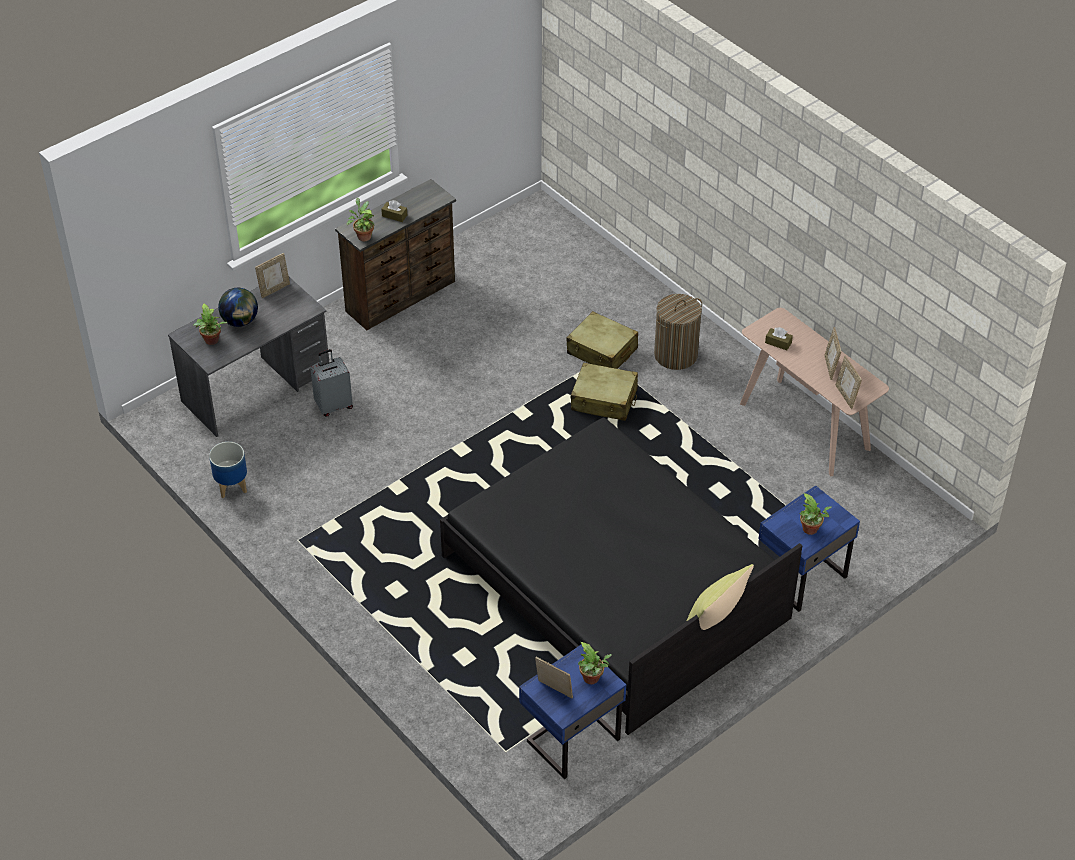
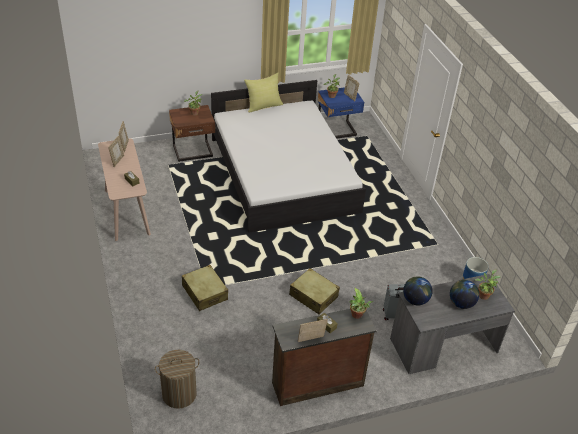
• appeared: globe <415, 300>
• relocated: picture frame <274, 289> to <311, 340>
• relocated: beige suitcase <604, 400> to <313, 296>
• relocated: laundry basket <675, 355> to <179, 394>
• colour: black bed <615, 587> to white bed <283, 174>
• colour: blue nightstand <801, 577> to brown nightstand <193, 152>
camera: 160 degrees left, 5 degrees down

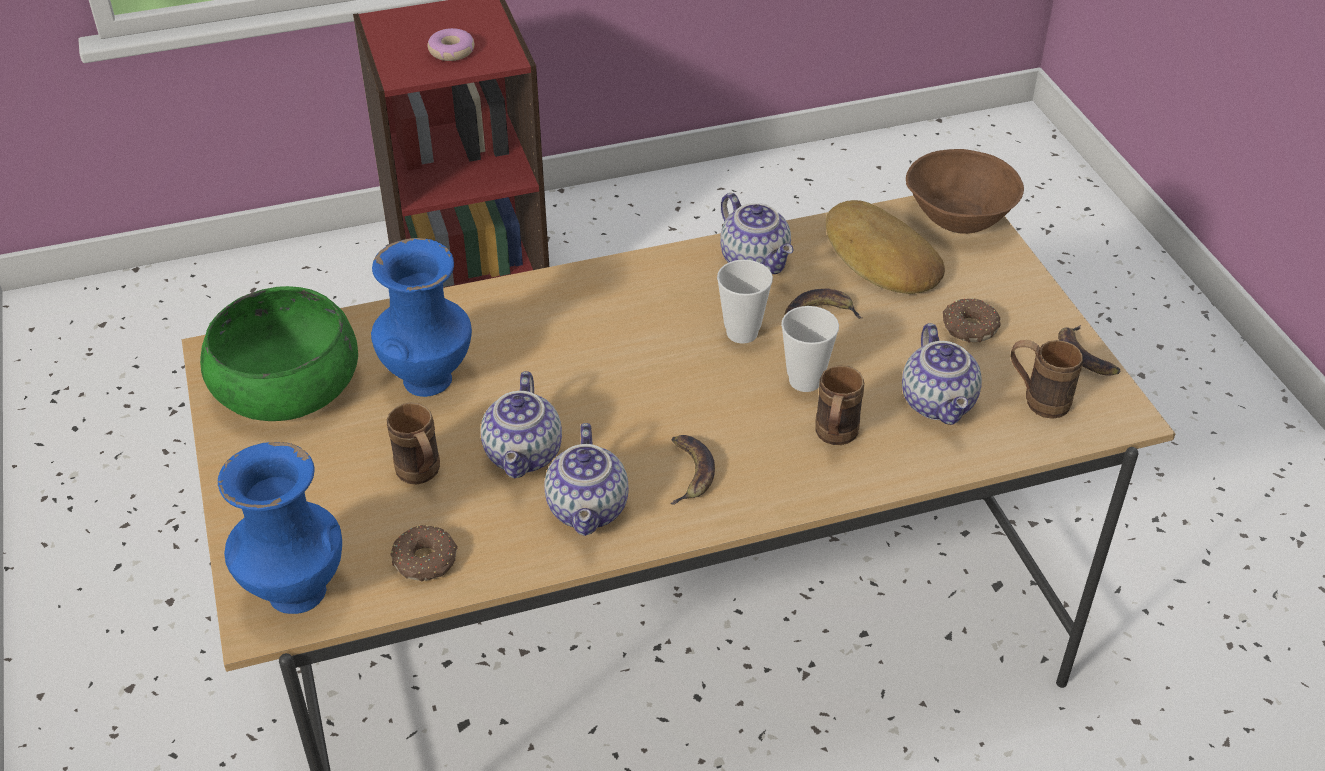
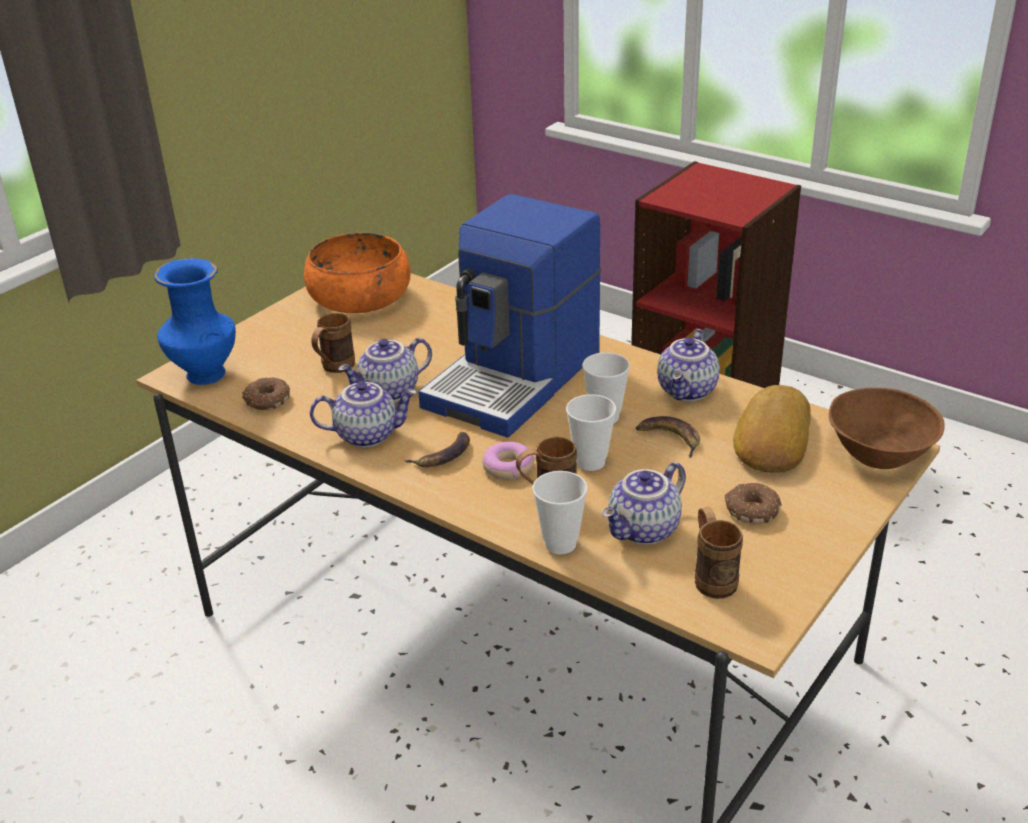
• missing: blue vase <428, 378>
• missing: banana <1085, 356>
• appeared: coffee machine <516, 379>
• appeared: cup <560, 544>
• relocated: donut <451, 51> to <508, 467>
• colour: green bowl <286, 384> to orange bowl <359, 298>
• spun: teapot <589, 509> = <367, 434> 150 degrees counterclockwise
camera: 55 degrees right, 10 degrees down

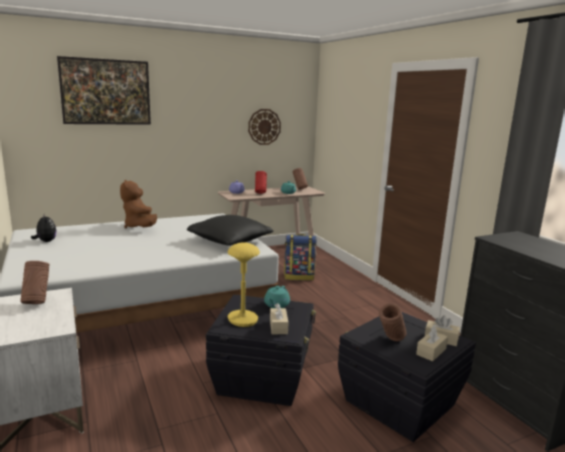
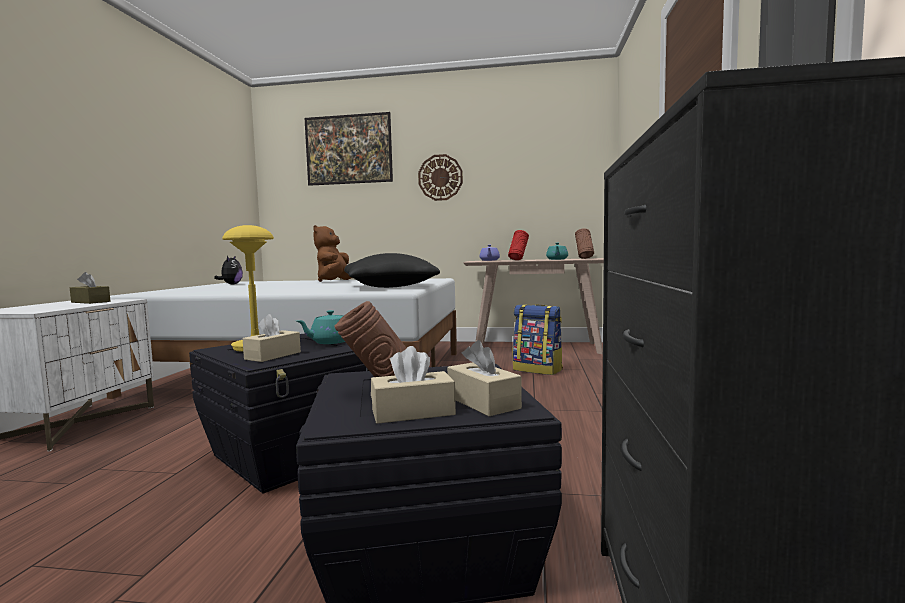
• relocated: wall clock <264, 127> to <440, 177>
• exchanged: brown vase <37, 302> to brown tissue box <90, 302>
camera: 35 degrees right, 10 degrees down

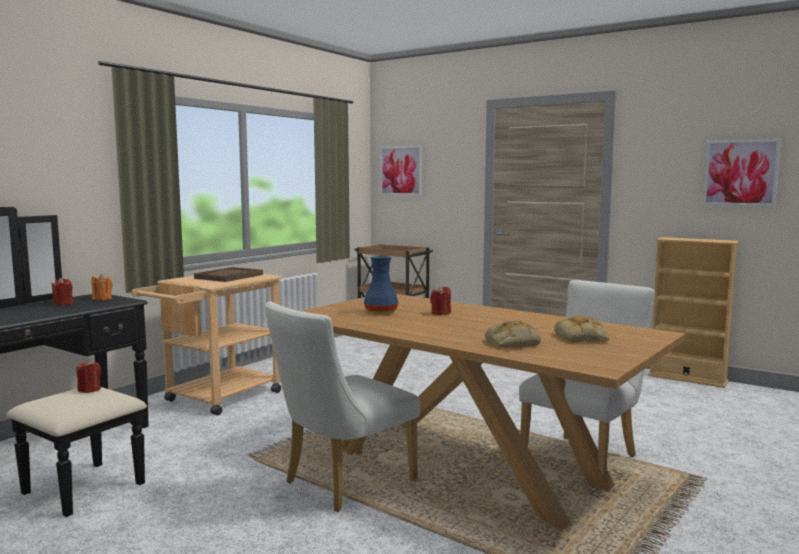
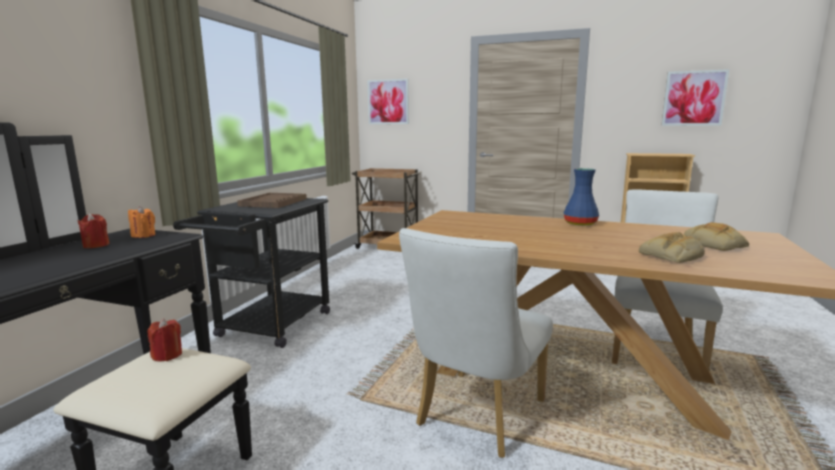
• missing: red candle <440, 313>
• relocated: blue vase <380, 312> to <579, 223>
• colour: beige cart <216, 399> to black cart <269, 328>
camera: 15 degrees left, 5 degrees up

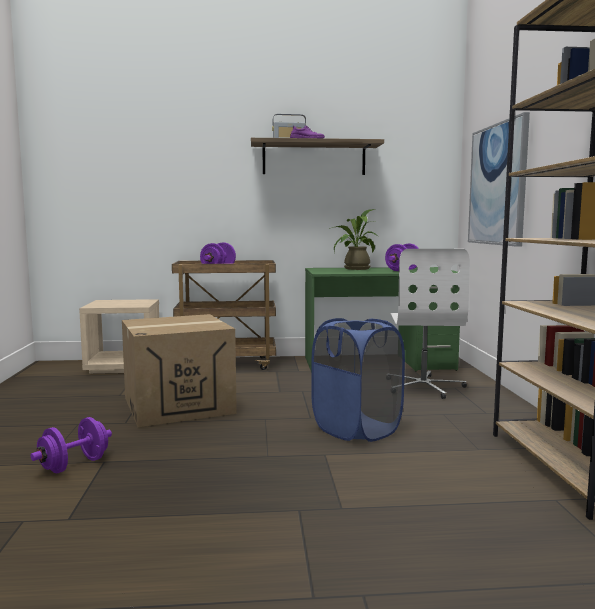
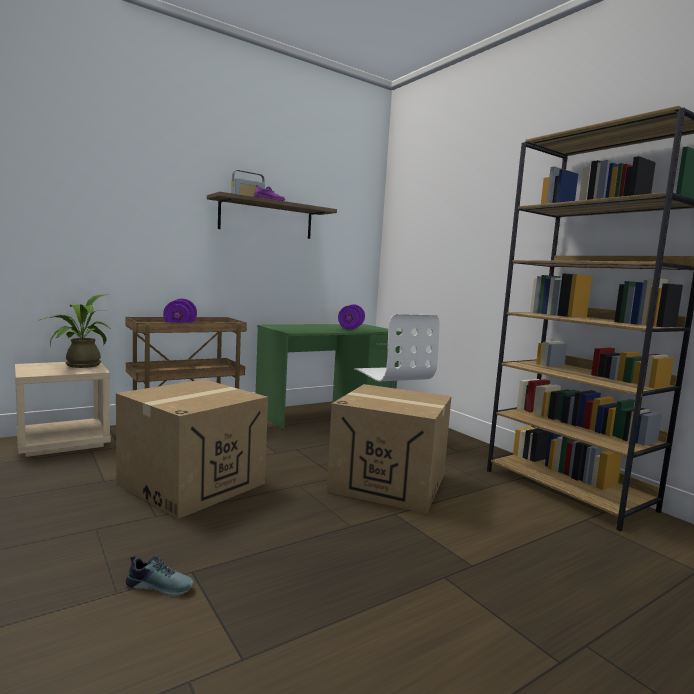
• missing: picture <497, 184>
• relocated: potted plant <353, 269> to <78, 365>
• exchanged: purple dumbbell <74, 465> to shoe <161, 585>
• exchanged: blue laundry basket <356, 429> to cardboard box <389, 483>
camera: 30 degrees left, 0 degrees up

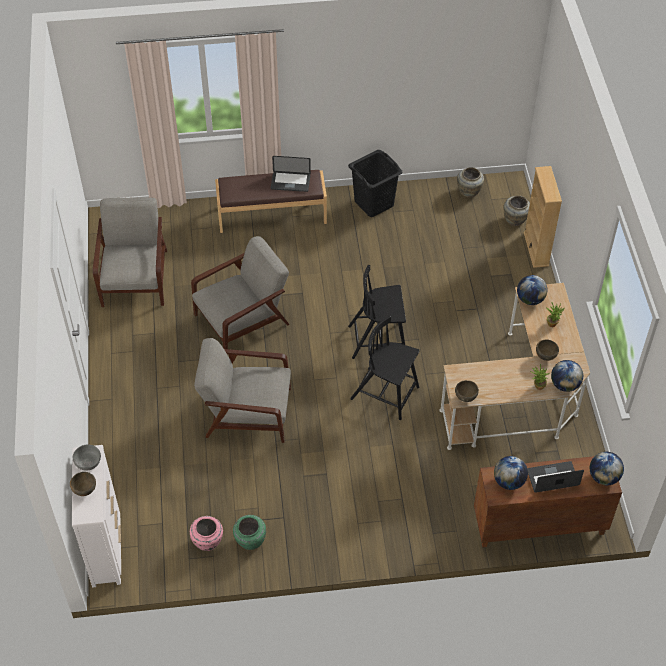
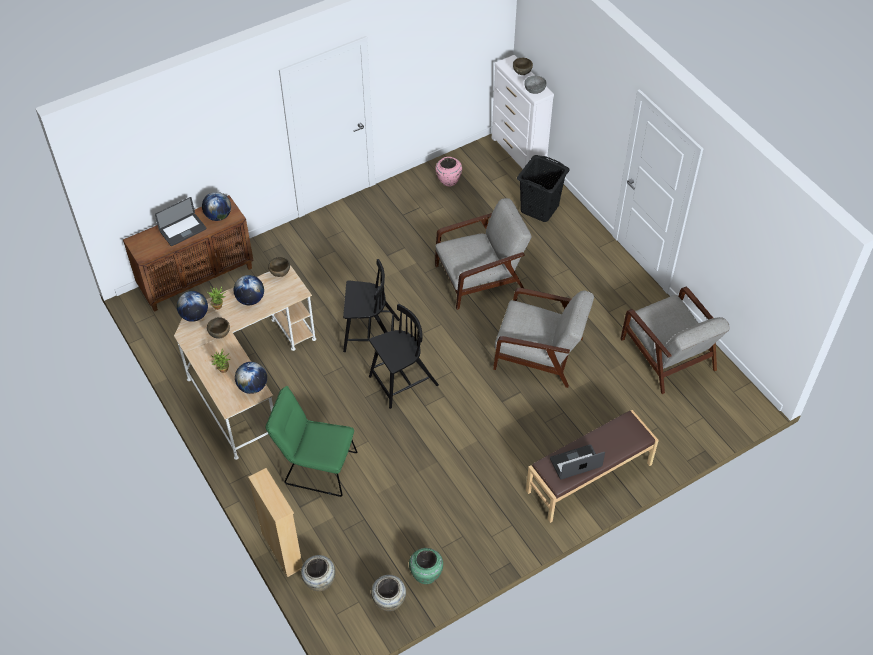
• appeared: green chair <316, 467>
• relocated: green vase <250, 541> to <426, 574>
• relocated: black laundry basket <374, 203> to <539, 208>
• relocated: globe <603, 477> to <250, 299>
• spun: grey armchair <243, 319> = <540, 354> 105 degrees counterclockwise
camera: 155 degrees right, 0 degrees up

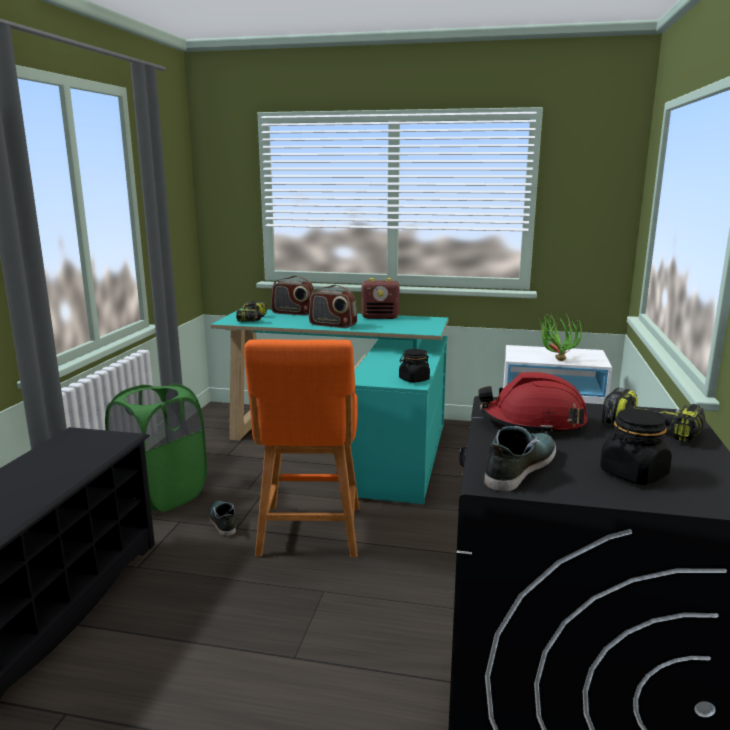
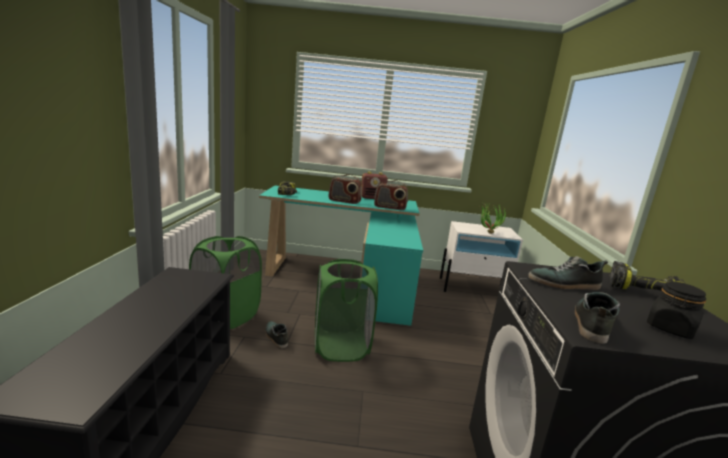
• missing: black jar <414, 379>
• relocated: radio <293, 313> to <390, 207>
• exchanged: orange stool <309, 534> to green laundry basket <340, 347>
• exchanged: red hard hat <532, 422> to shoe <564, 284>
camera: 10 degrees left, 0 degrees up

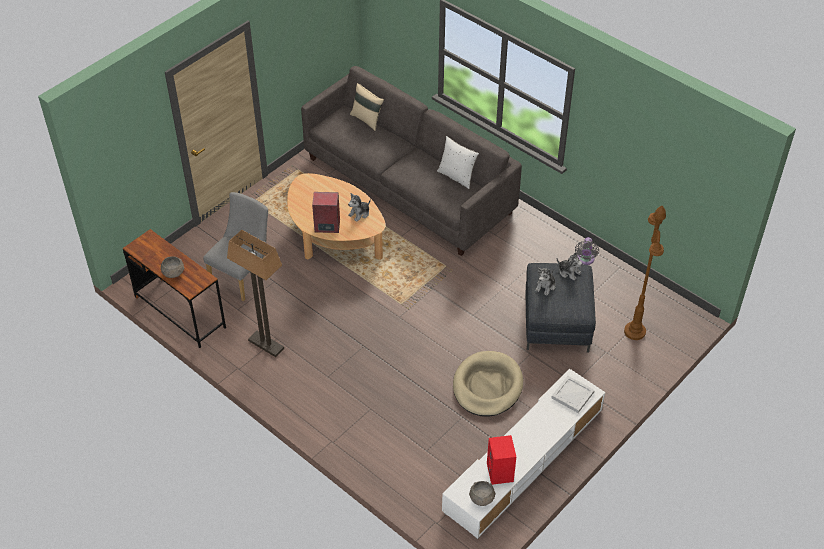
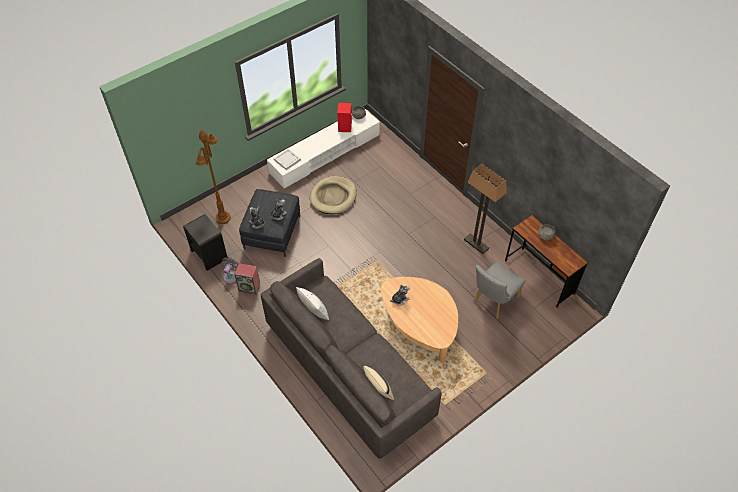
• appeared: black nightstand <209, 254>
• relocated: speaker <326, 226> to <249, 286>
camera: 170 degrees left, 5 degrees up

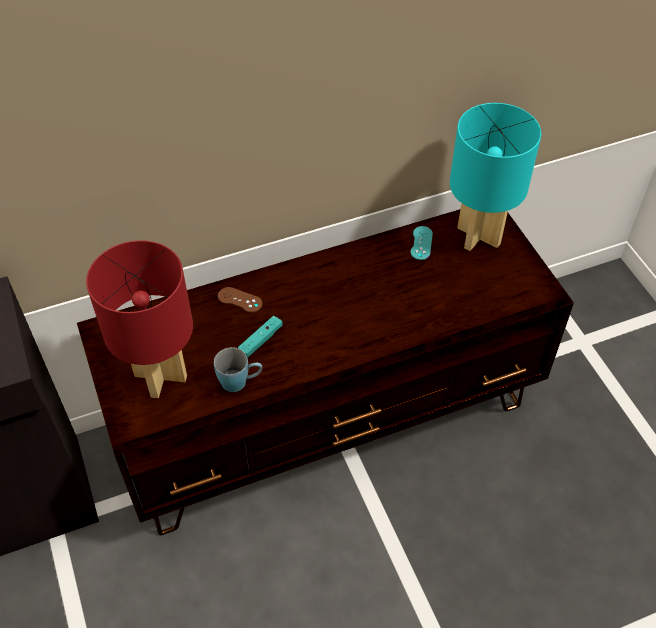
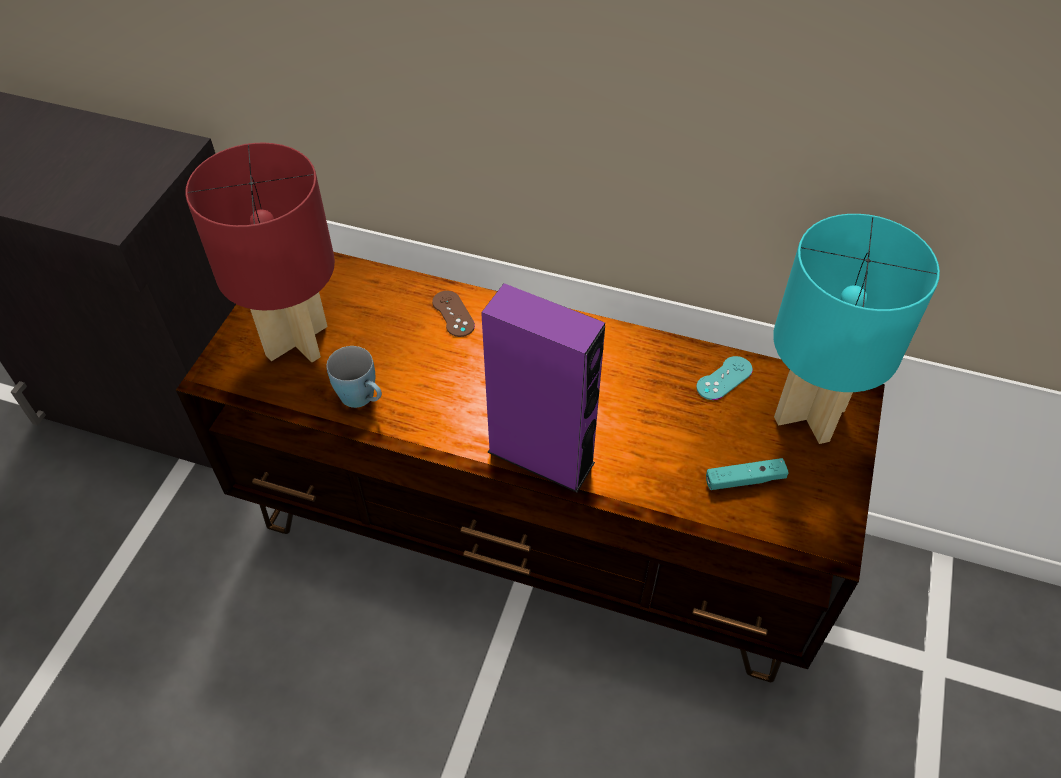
• appeared: purple speaker <541, 457>
• relocated: turquoise game controller <260, 340> to <744, 480>
camera: 40 degrees right, 0 degrees up

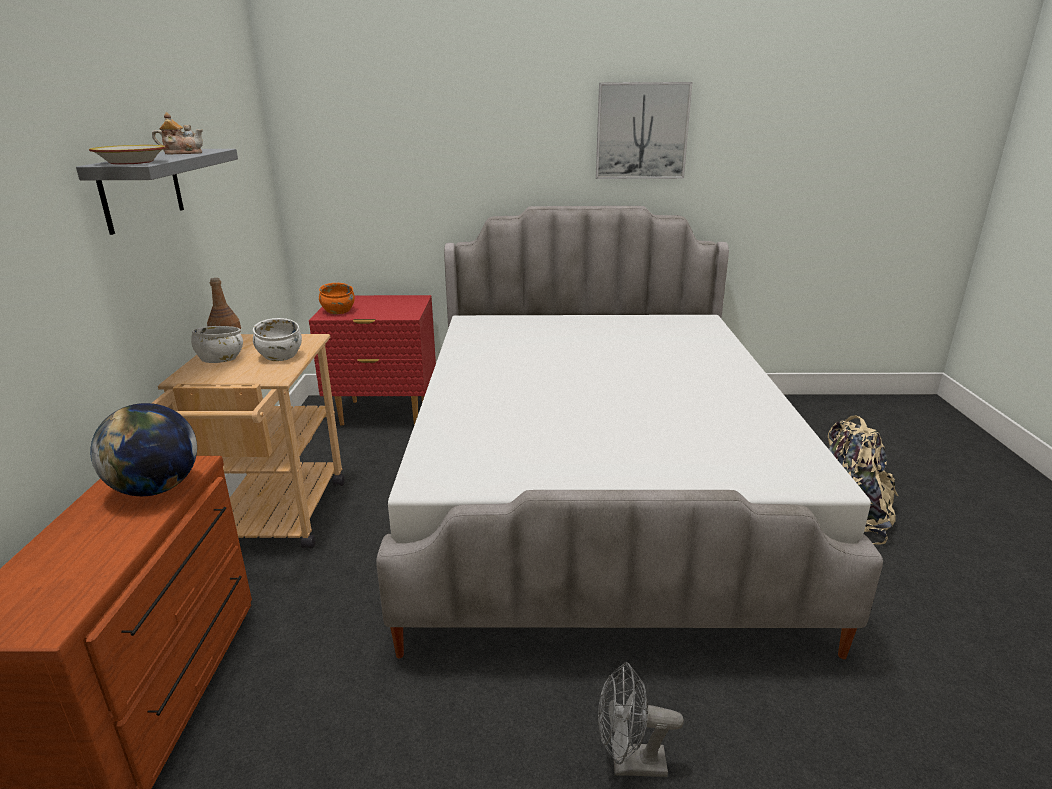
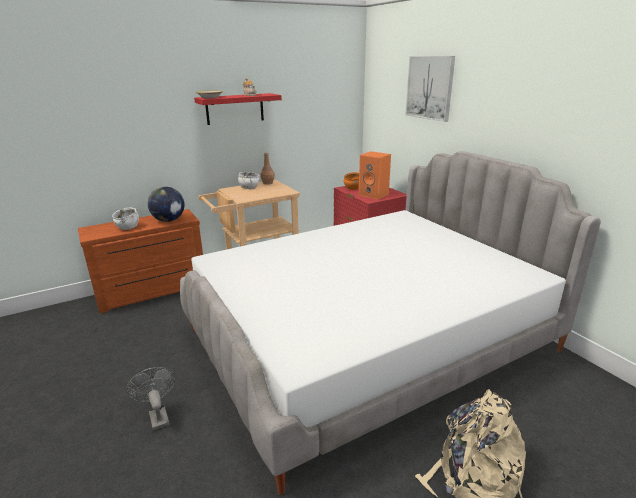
• appeared: orange speaker <374, 194>
• relocated: white bowl <280, 356> to <128, 227>
• relocated: picture <642, 131> to <430, 87>
• colour: grey shelf <142, 189> to red shelf <235, 109>
camera: 60 degrees right, 0 degrees up

